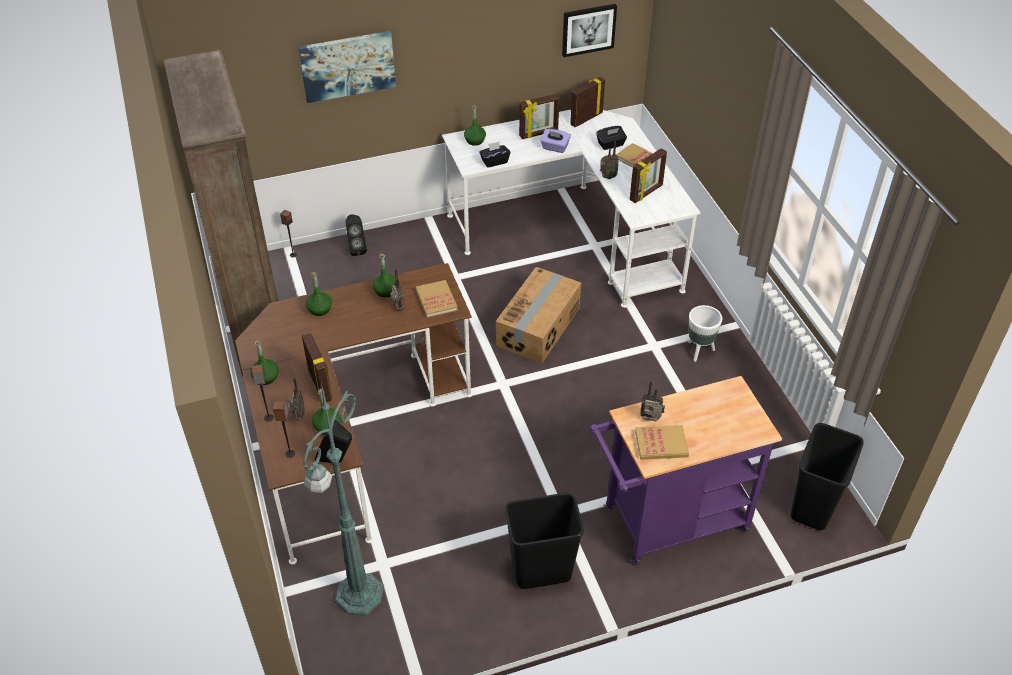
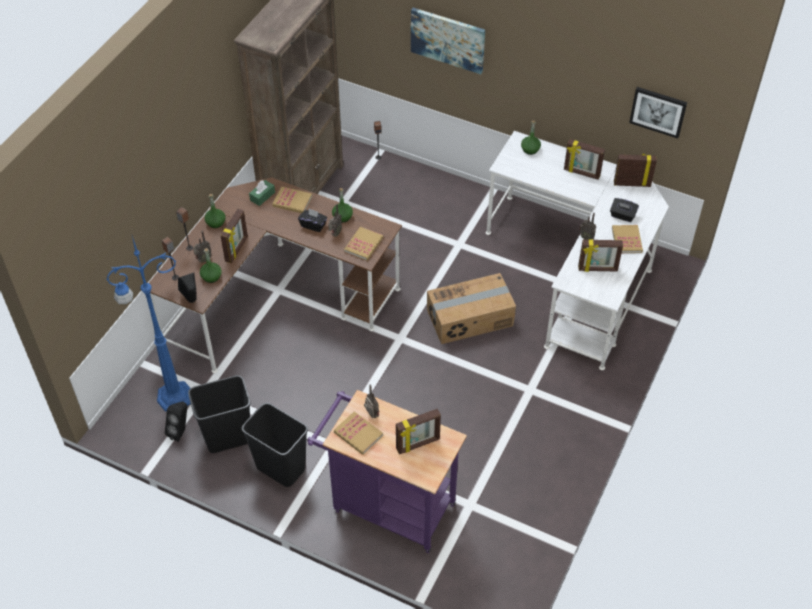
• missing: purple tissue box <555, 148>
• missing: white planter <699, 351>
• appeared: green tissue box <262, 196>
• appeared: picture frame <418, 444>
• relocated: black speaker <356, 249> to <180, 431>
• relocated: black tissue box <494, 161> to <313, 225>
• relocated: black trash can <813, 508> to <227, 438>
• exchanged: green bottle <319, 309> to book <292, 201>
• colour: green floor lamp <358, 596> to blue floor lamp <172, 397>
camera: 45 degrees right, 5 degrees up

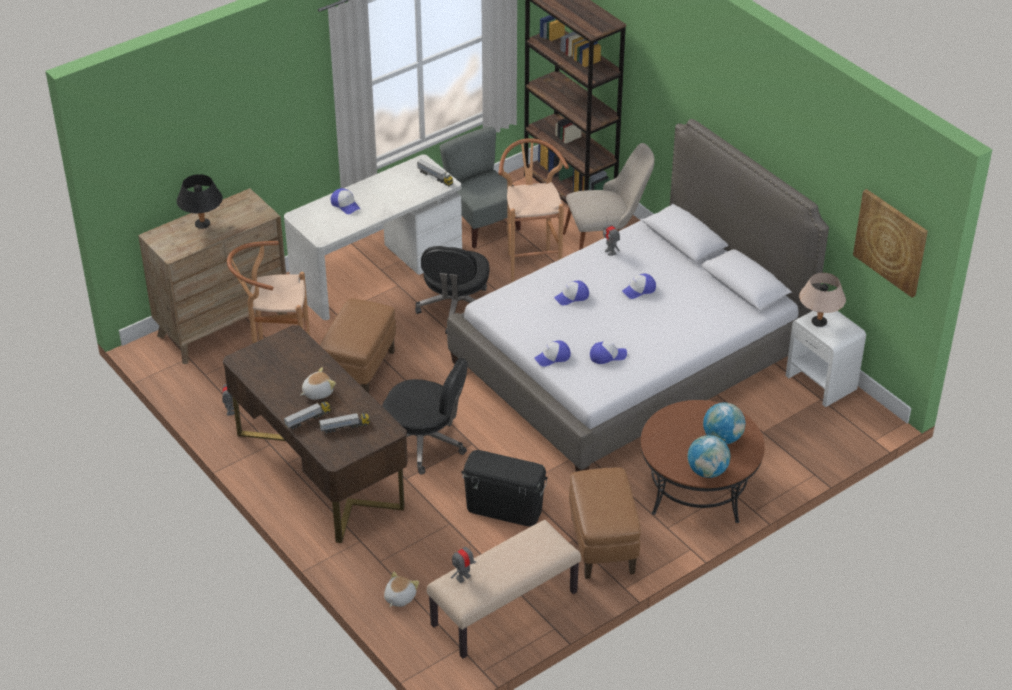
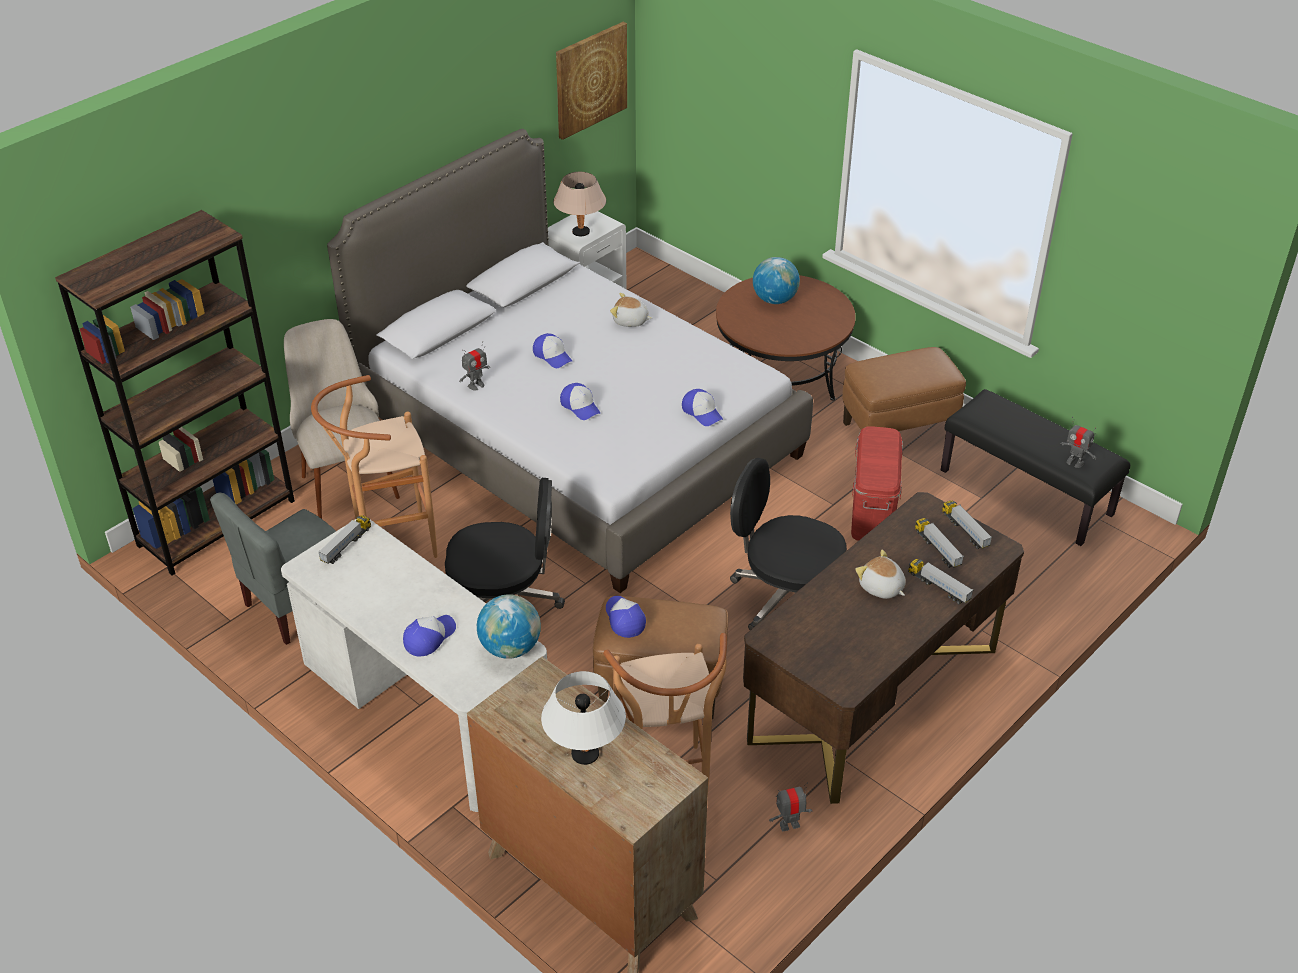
• appeared: toy truck <965, 530>
• relocated: plush toy <399, 597> to <630, 321>
• relocated: cap <607, 356> to <624, 619>
• relocated: globe <707, 471> to <510, 648>
• colour: black table lamp <202, 224> to white table lamp <584, 754>
• colour: beige bench <504, 609> to black bench <1027, 492>
• colour: black storage box <504, 508> to red storage box <872, 511>
• spun: black office chair <424, 443> = <785, 597> 75 degrees counterclockwise
camera: 100 degrees left, 0 degrees up

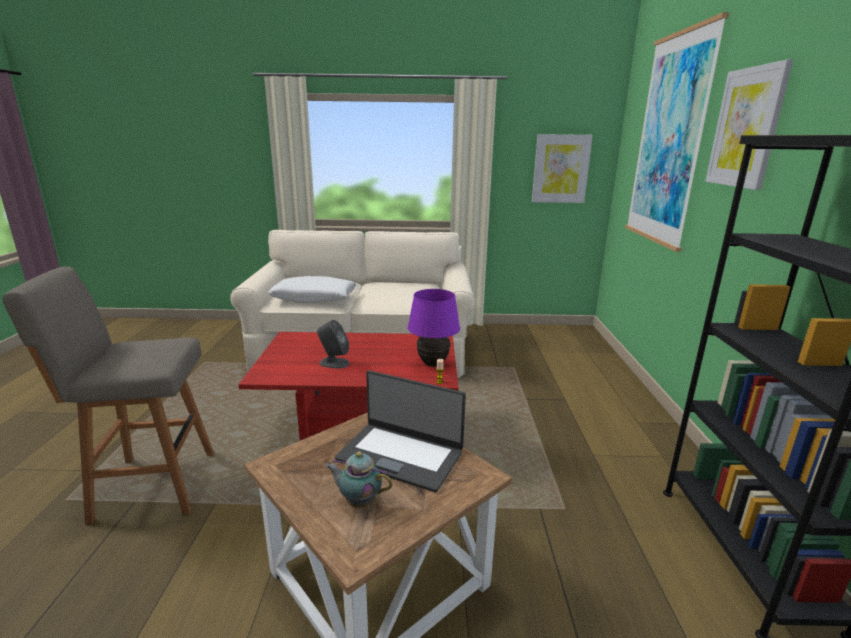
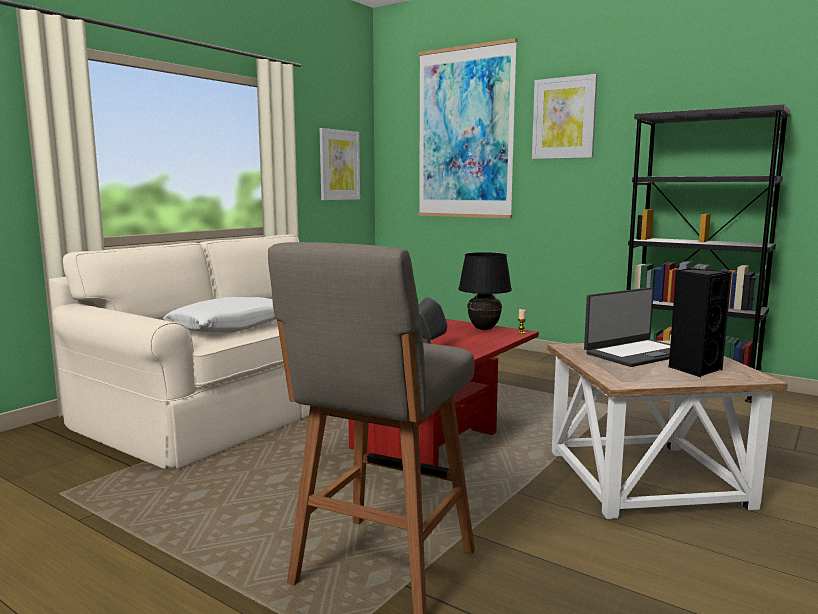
• exchanged: teapot <359, 501> to black speaker <694, 369>
• colour: purple table lamp <432, 364> to black table lamp <484, 329>
camera: 55 degrees left, 10 degrees down

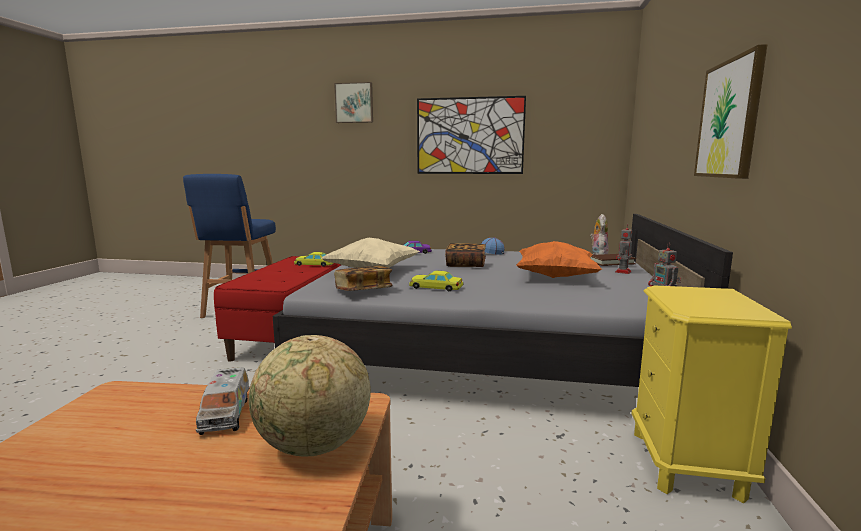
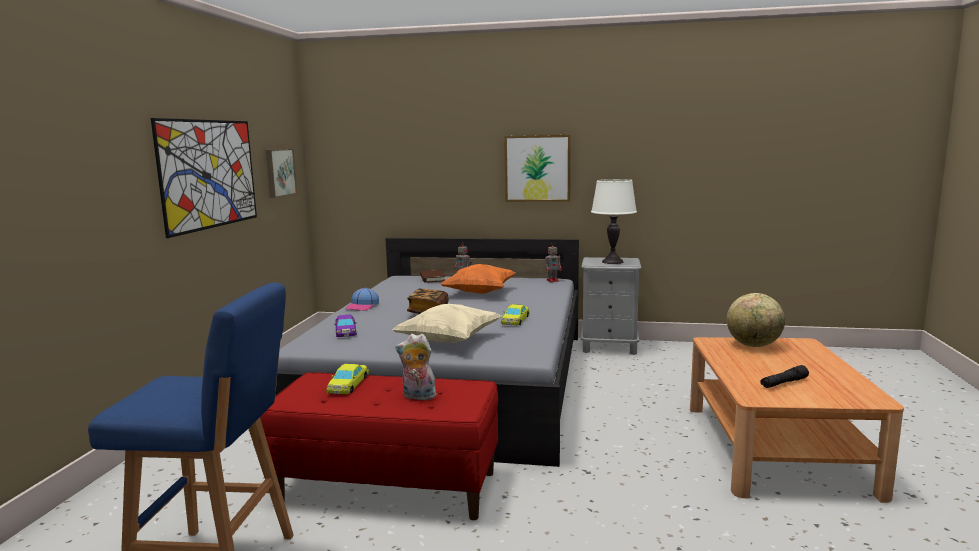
• missing: toy truck <226, 413>
• missing: book <363, 291>
• appeared: white table lamp <612, 262>
• appeared: black flashlight <783, 383>
• relocated: picture <354, 103> to <279, 172>
• relocated: plush toy <598, 254> to <417, 397>
• colour: yellow nightstand <687, 464> to grey nightstand <609, 347>
camera: 90 degrees left, 0 degrees up

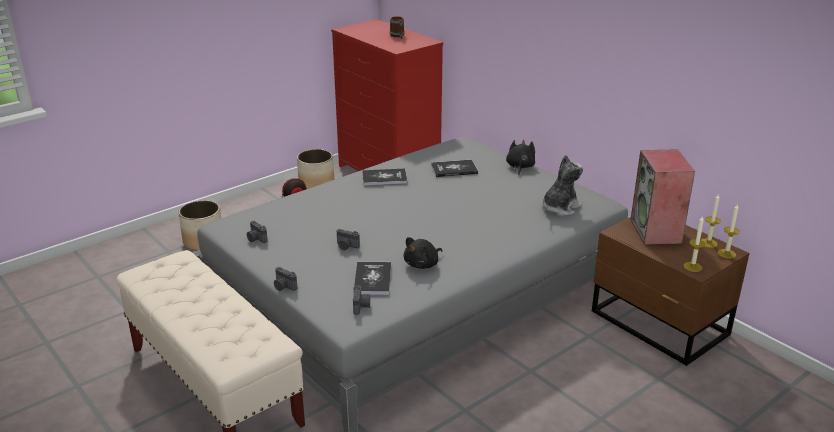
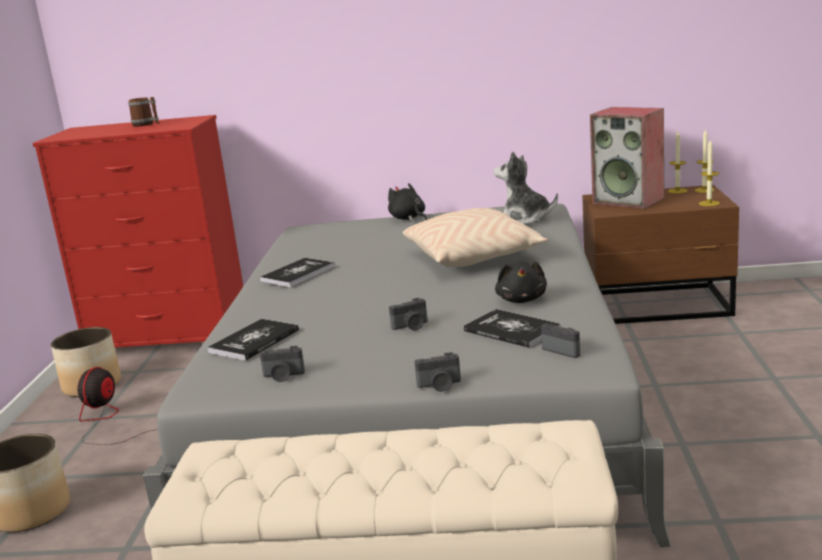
• appeared: beige pillow <474, 257>
• relocated: book <454, 169> to <254, 341>
• spun: plush toy <559, 208> = <524, 219> 60 degrees counterclockwise
camera: 45 degrees left, 10 degrees down

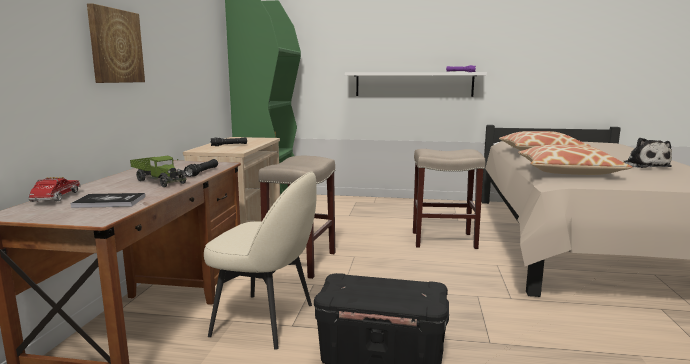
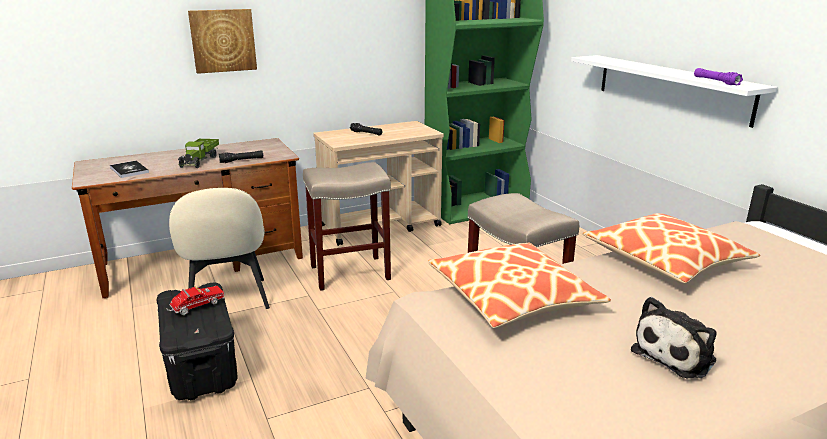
• relocated: toy truck <55, 199> to <195, 307>
camera: 55 degrees right, 10 degrees up

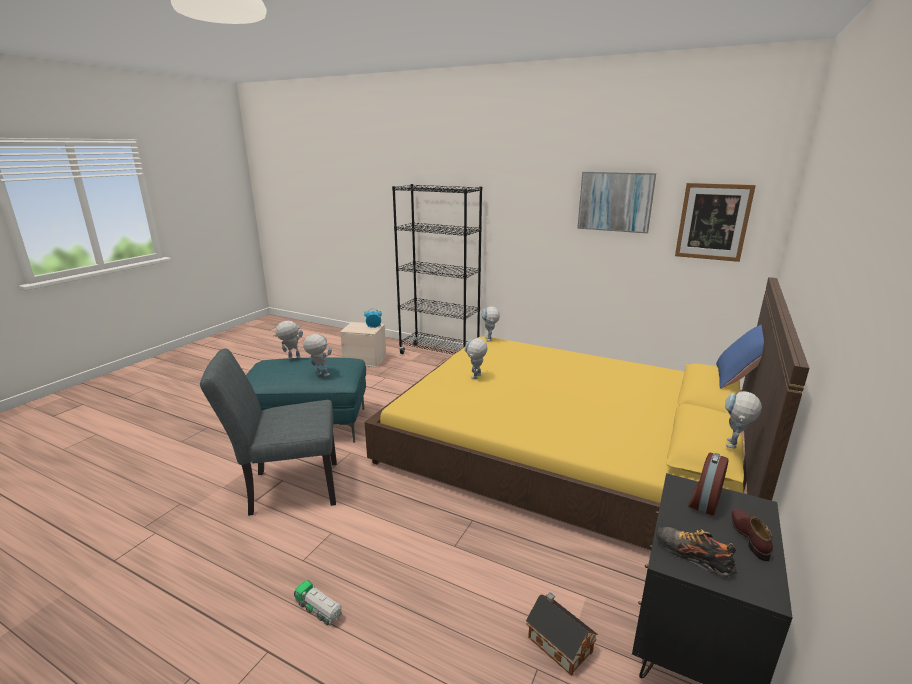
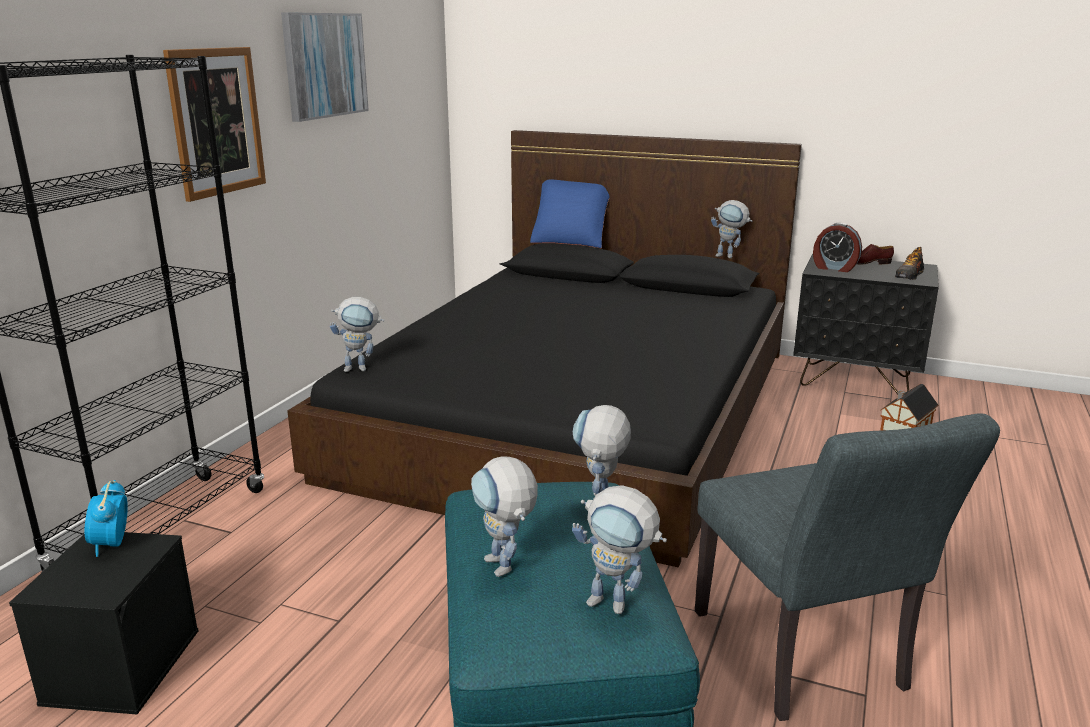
• missing: toy truck <319, 610>
• relocated: toy robot <475, 378> to <618, 605>
• relocated: picture <713, 222> to <216, 122>
• colour: beige storage box <365, 360> to black storage box <122, 665>
• colour: yellow bed <565, 447> to black bed <577, 409>
camera: 95 degrees left, 0 degrees up

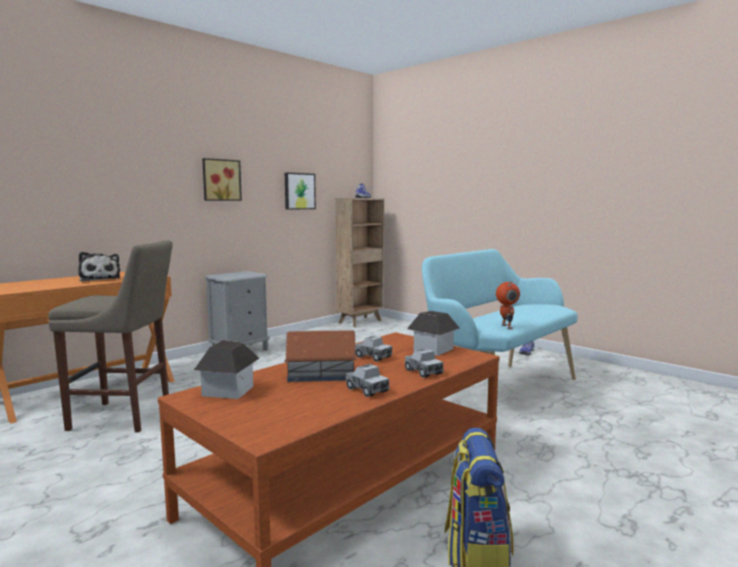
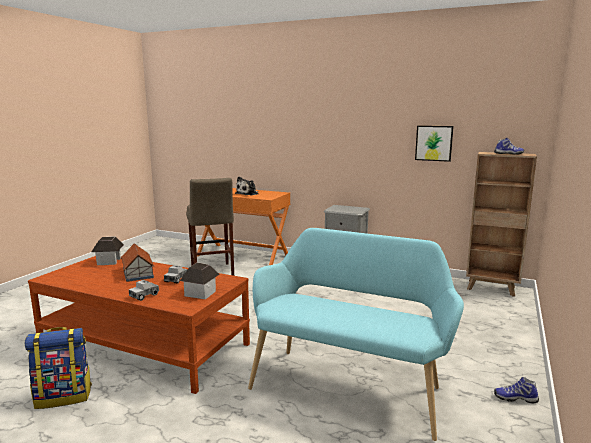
• missing: picture <221, 180>
• missing: toy truck <367, 389>
• missing: toy robot <506, 327>
camera: 70 degrees right, 5 degrees up

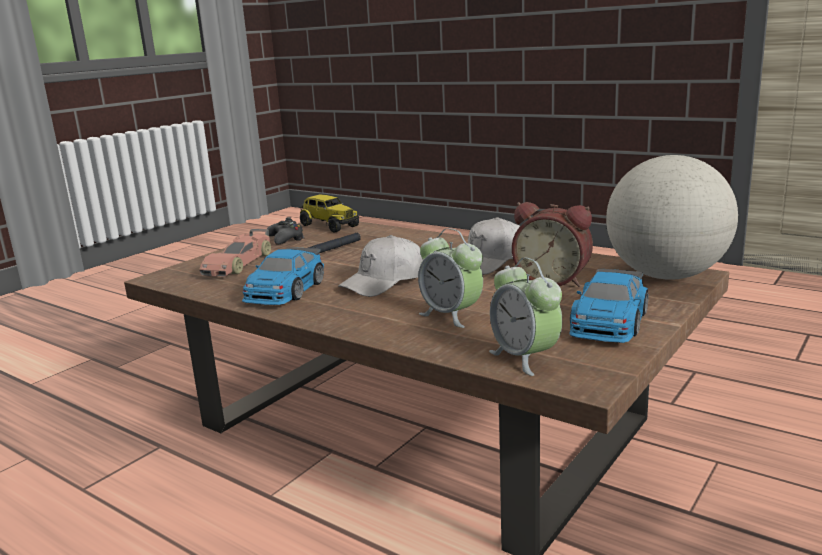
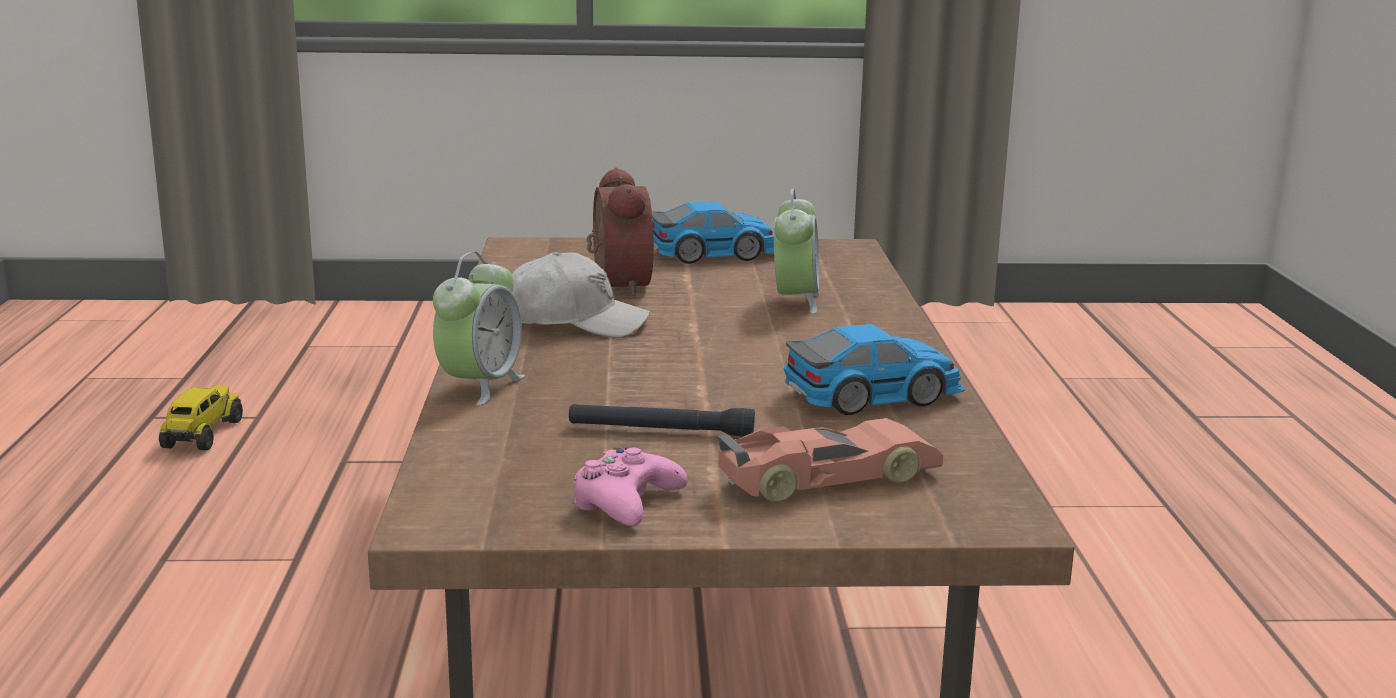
• missing: white cap <384, 282>
• missing: globe <666, 276>
• relocated: toy truck <329, 226> to <202, 435>
• relocated: alarm clock <525, 358> to <480, 386>
• colour: black game controller <285, 239> to pink game controller <626, 502>
camera: 130 degrees left, 0 degrees up

